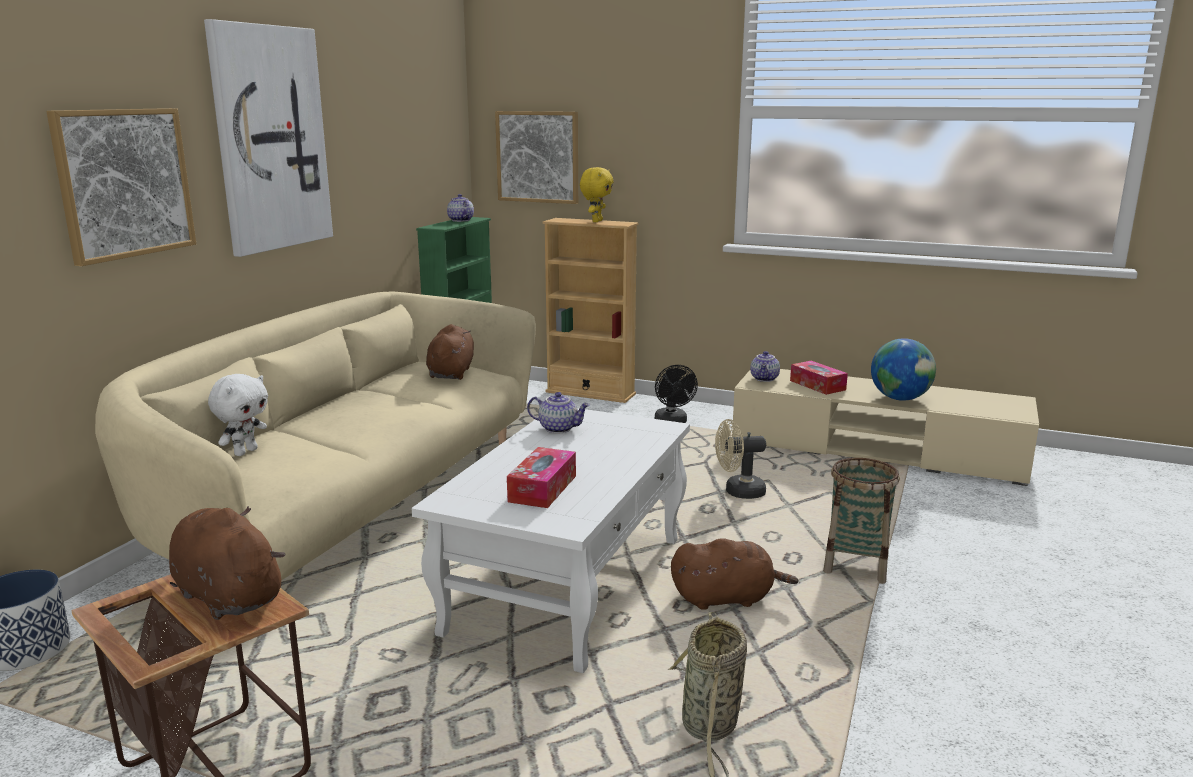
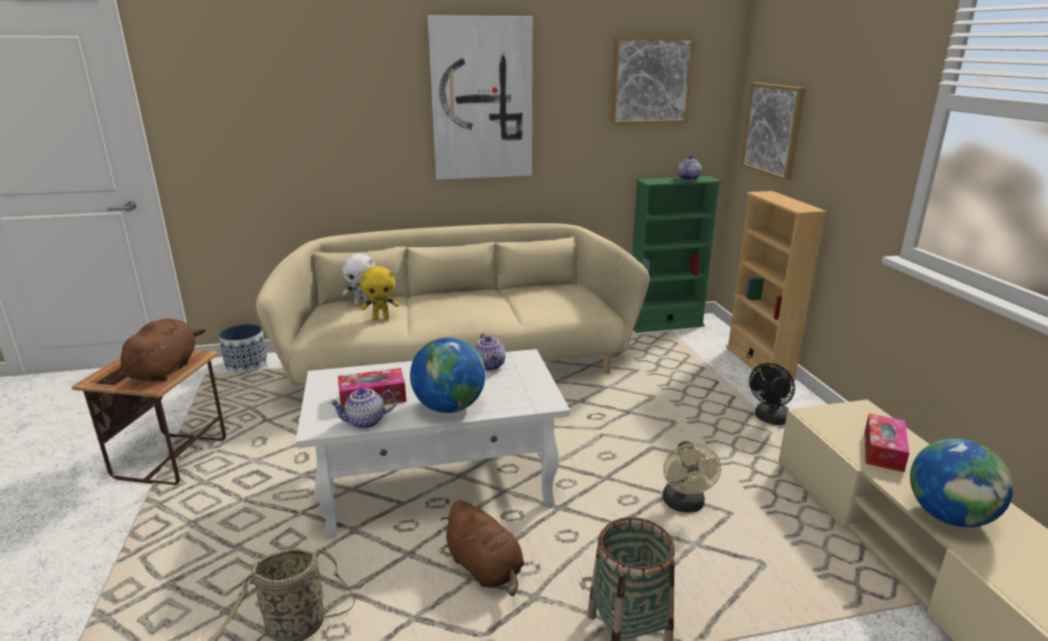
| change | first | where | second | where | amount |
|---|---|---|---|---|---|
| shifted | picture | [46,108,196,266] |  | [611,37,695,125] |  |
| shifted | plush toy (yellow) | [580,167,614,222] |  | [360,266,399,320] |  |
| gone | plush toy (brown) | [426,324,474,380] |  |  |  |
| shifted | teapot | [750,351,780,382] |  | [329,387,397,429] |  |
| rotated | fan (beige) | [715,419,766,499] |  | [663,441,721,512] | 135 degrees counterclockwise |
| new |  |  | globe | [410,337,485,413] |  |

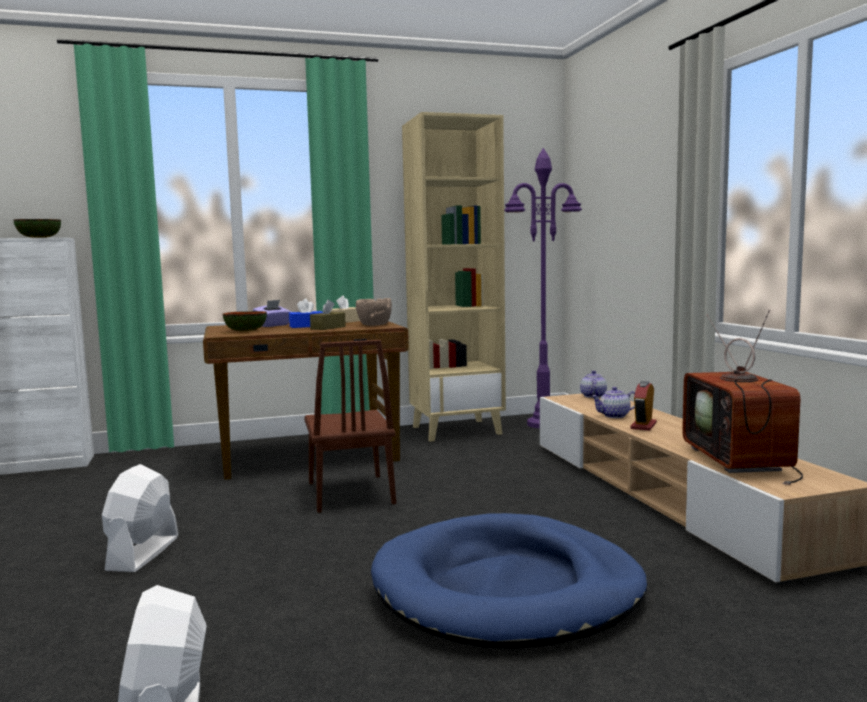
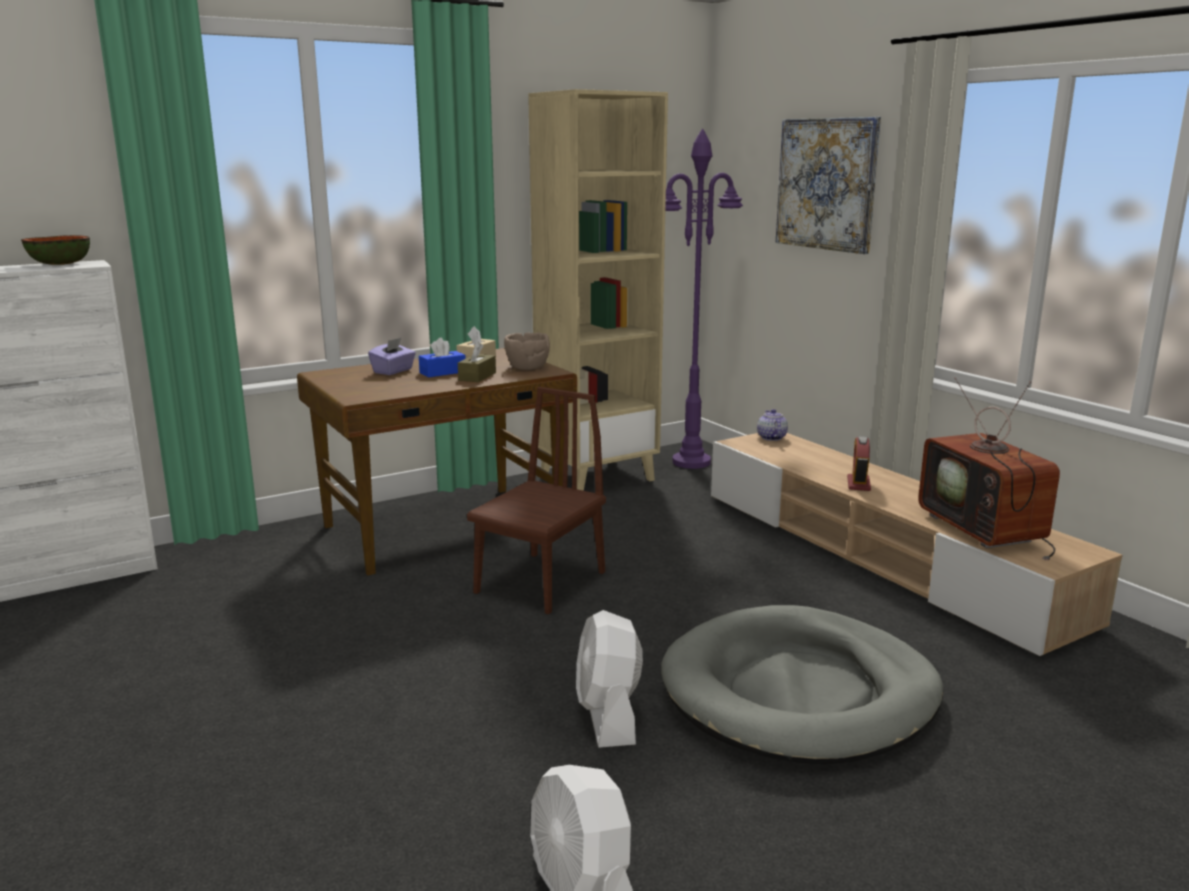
| change | first | where | second | where | amount |
|---|---|---|---|---|---|
| gone | bowl | [223,311,267,332] |  |  |  |
| rotated | chair (brown) | [304,340,396,513] |  | [467,387,606,615] | 120 degrees counterclockwise |
| gone | teapot | [591,387,635,418] |  |  |  |
| shifted | fan (white) | [102,464,178,572] |  | [576,610,643,748] |  |
| repainted | dog bed (blue) | [371,513,647,649] | dog bed (grey) | [661,605,943,765] |  |
| new |  |  | picture | [776,117,881,254] |  |

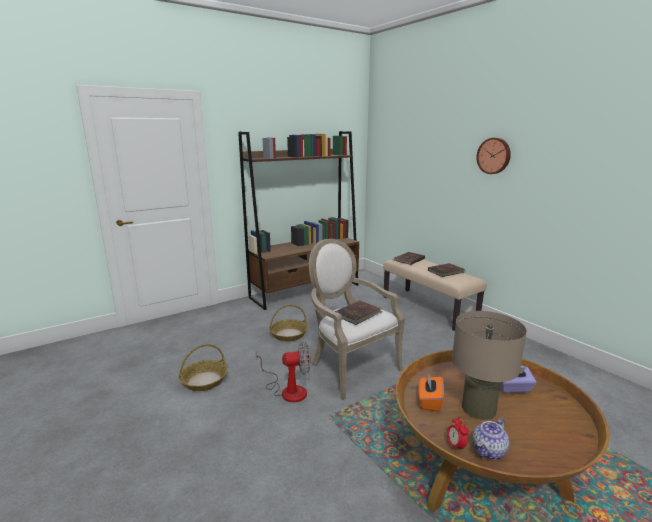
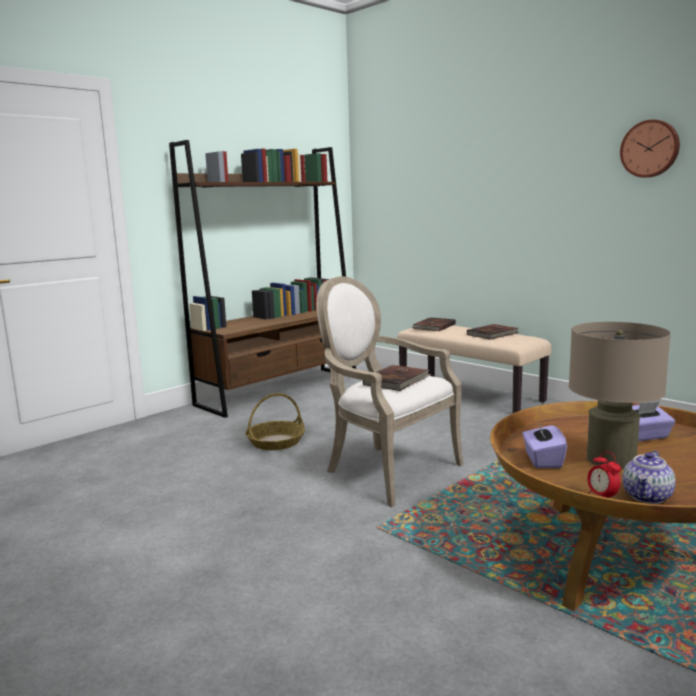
| change | first | where | second | where | amount |
|---|---|---|---|---|---|
| shifted | wall clock | [476,138,511,174] |  | [620,119,680,178] |  |
| gone | fan | [256,342,310,402] |  |  |  |
| gone | basket | [179,344,227,391] |  |  |  |
| repainted | tissue box (orange) | [419,375,444,412] | tissue box (purple) | [522,422,567,468] |  |

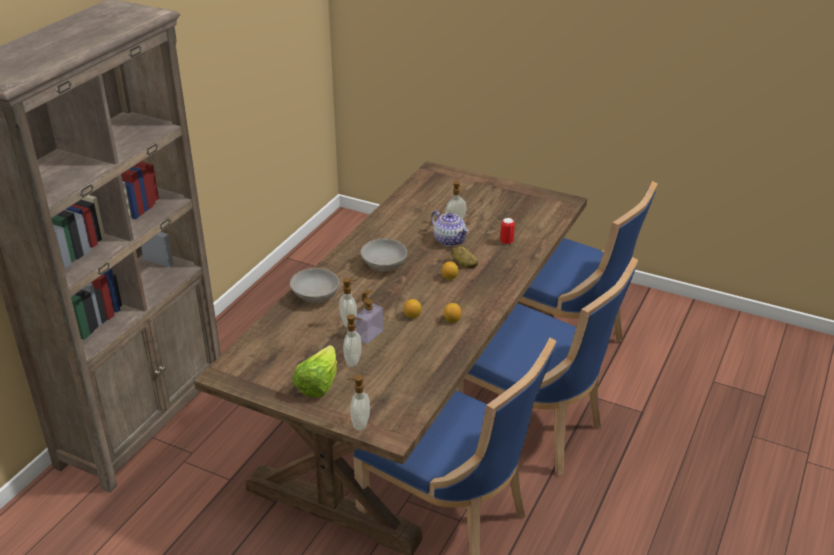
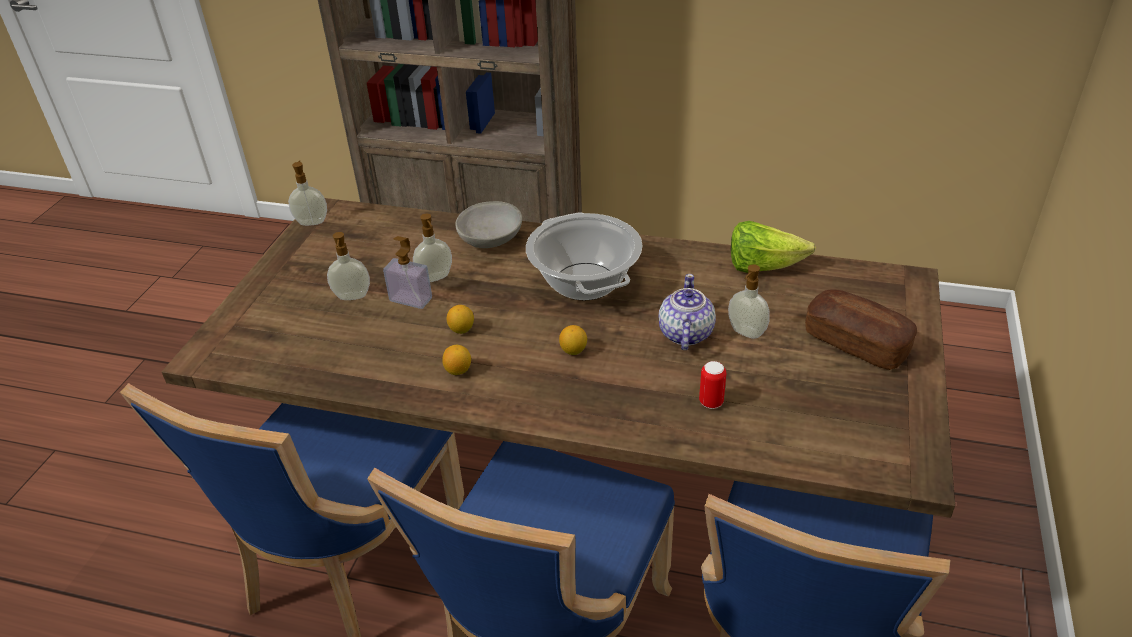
| change | first | where | second | where | amount |
|---|---|---|---|---|---|
| rotated | teapot | [431,211,469,246] |  | [659,274,716,350] | 150 degrees clockwise |
| swapped | bowl (grey) | [360,239,407,271] | cooking pot | [526,212,643,300] |  |
| gone | potato | [451,246,478,268] |  |  |  |
| shifted | lettuce | [292,345,337,397] |  | [731,221,816,273] |  |
| shifted | soap dispenser | [347,375,370,430] |  | [288,161,327,226] |  |
| new |  |  | bread | [805,289,917,370] |  |

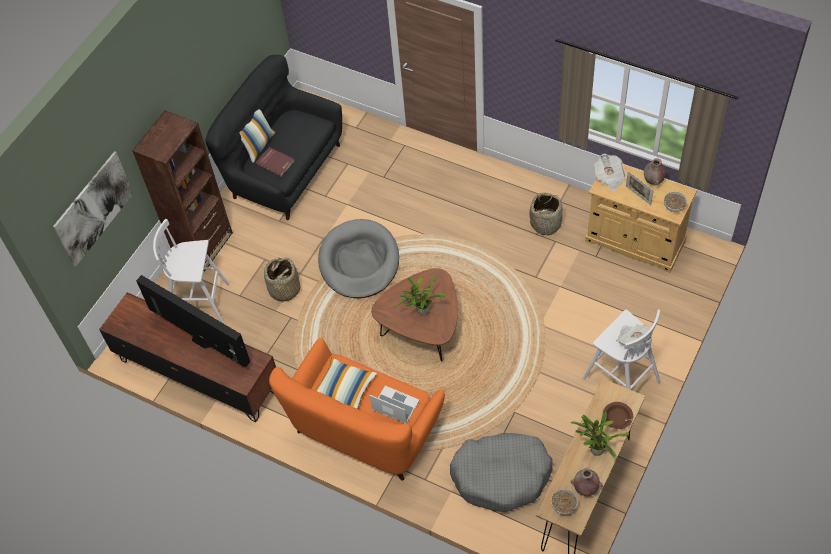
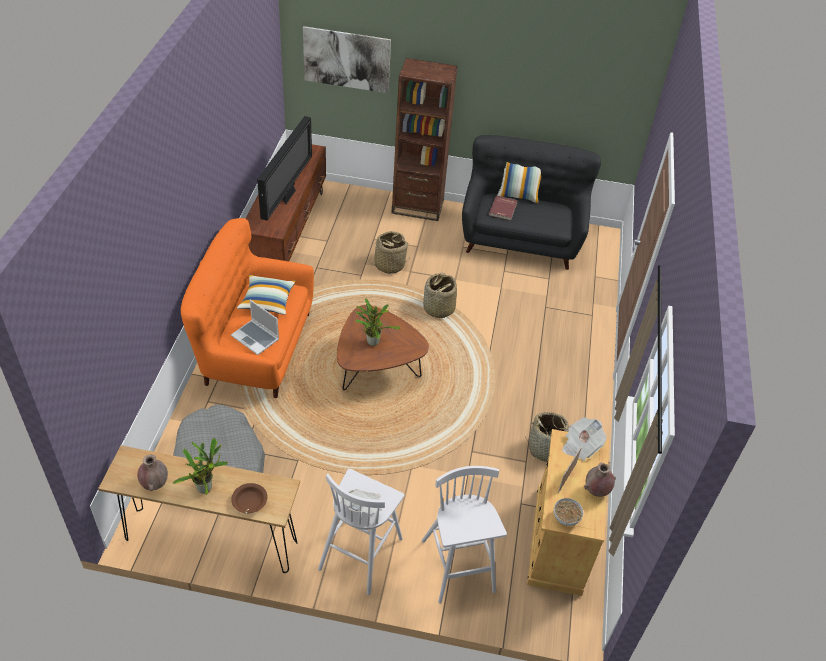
| change | first | where | second | where | amount |
|---|---|---|---|---|---|
| shifted | stool (white) | [153,219,230,322] |  | [422,466,507,604] |  |
| swapped | dog bed (grey) | [318,219,399,299] | basket | [423,272,457,318] |  |
| rotated | laptop | [369,386,420,424] |  | [231,300,279,355] | 120 degrees clockwise |
| gone | bowl | [551,489,578,515] |  |  |  |

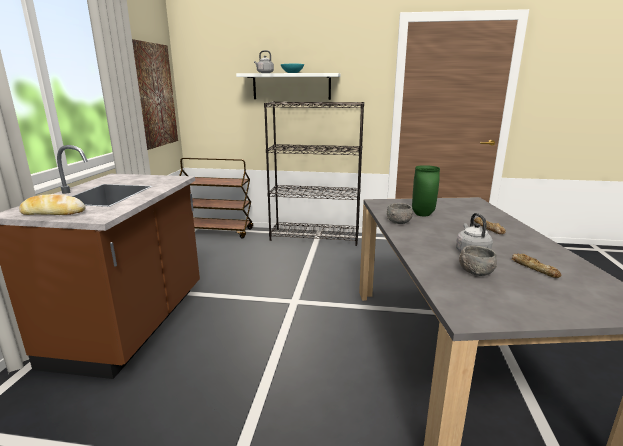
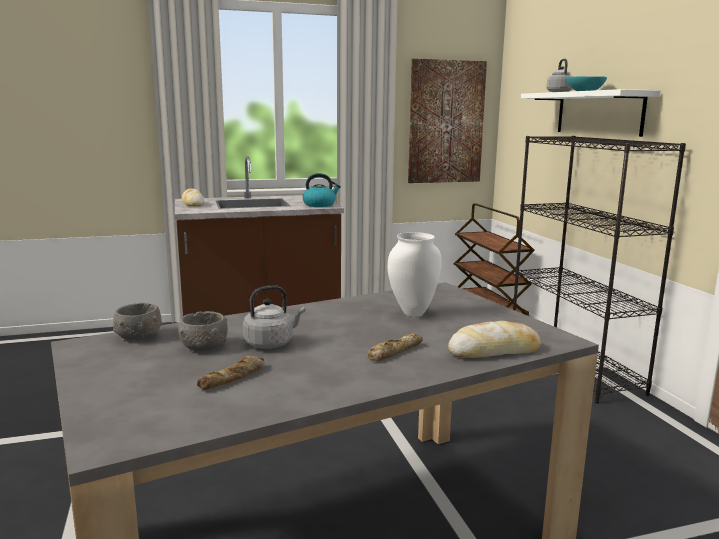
| change | first | where | second | where | amount |
|---|---|---|---|---|---|
| repainted | vase (green) | [412,165,440,216] | vase (white) | [388,232,442,317] |  |
| shifted | bowl (grey) | [387,203,413,224] |  | [113,303,162,341] |  |
| new |  |  | kettle | [303,173,341,207] |  |
| new |  |  | bread | [448,321,541,358] |  |

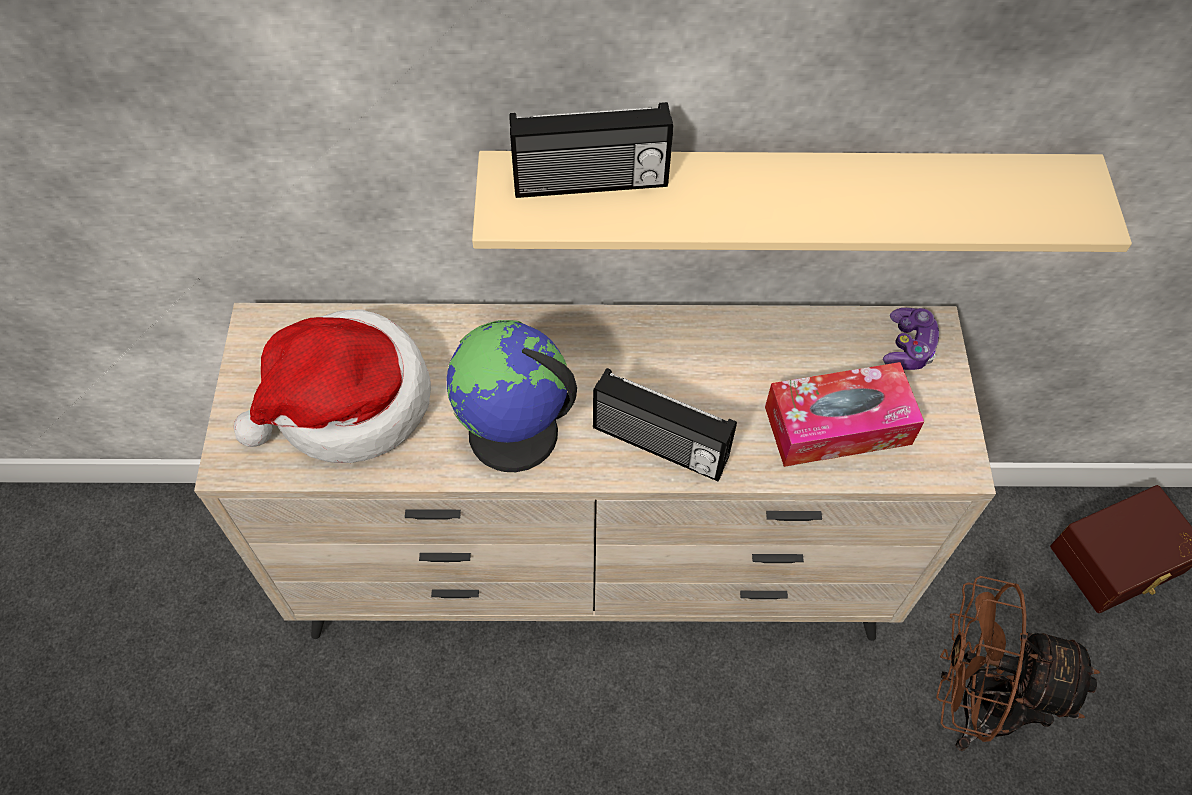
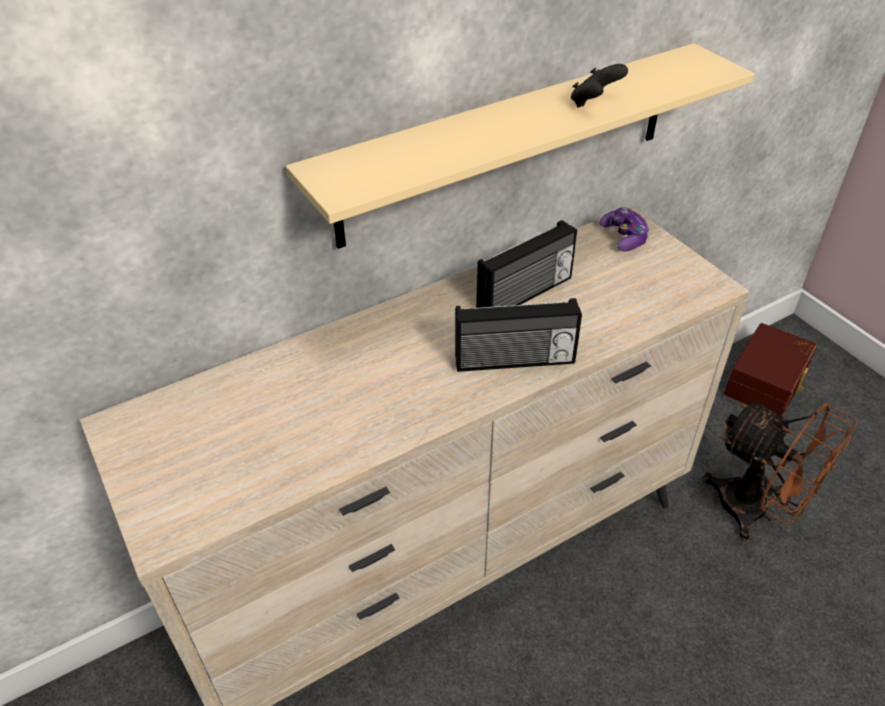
| change | first | where | second | where | amount |
|---|---|---|---|---|---|
| shifted | radio | [509,102,673,198] |  | [476,220,577,308] |  |
| gone | hat | [234,309,431,463] |  |  |  |
| gone | globe | [447,320,577,472] |  |  |  |
| gone | tissue box | [765,362,924,467] |  |  |  |
| rotated | fan (brown) | [936,576,1100,751] |  | [702,402,857,541] | 120 degrees counterclockwise |
| new |  |  | game controller (black) | [571,64,628,108] |  |

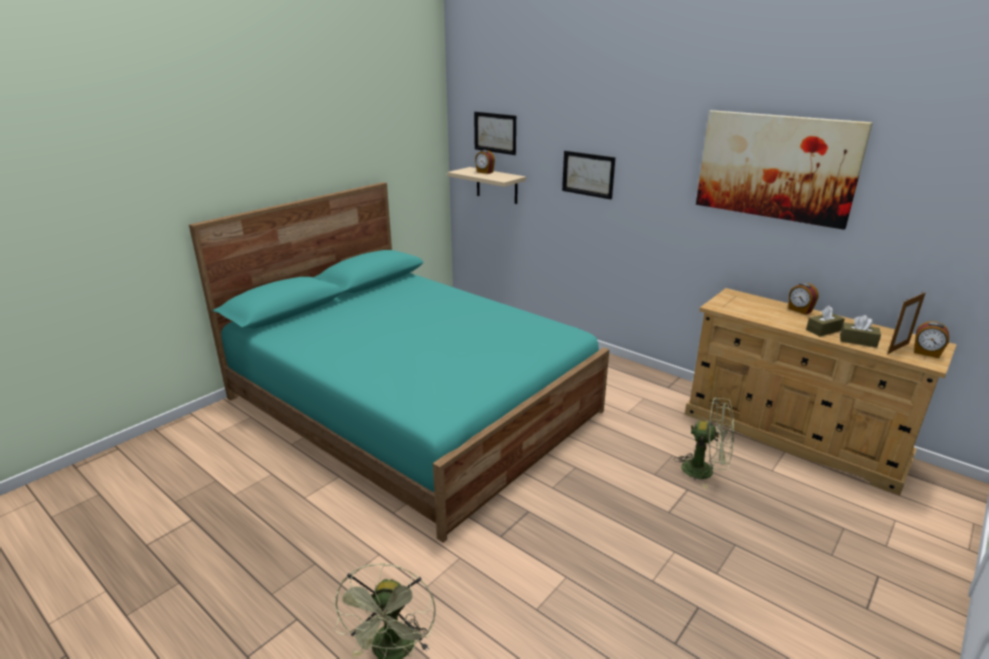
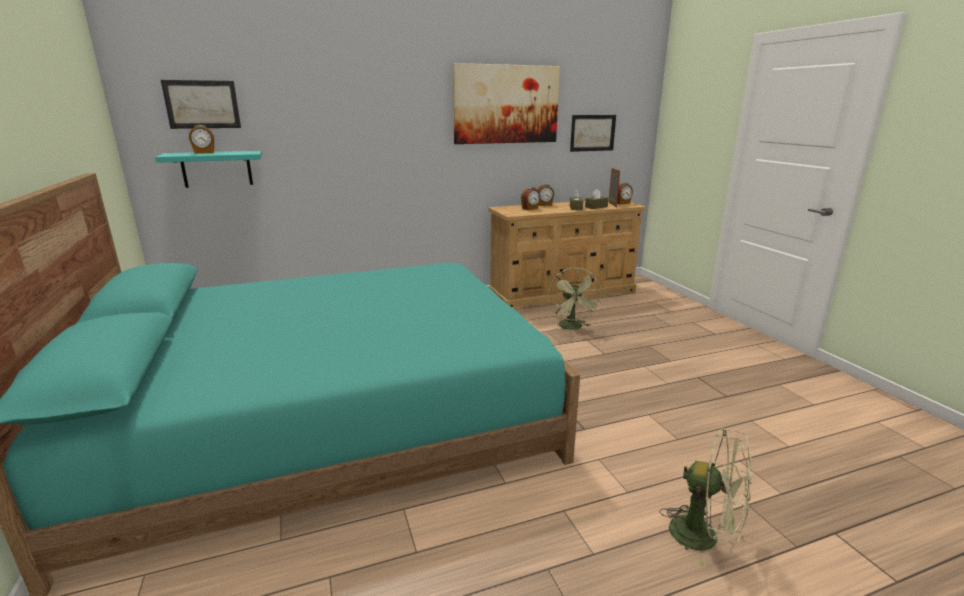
| change | first | where | second | where | amount |
|---|---|---|---|---|---|
| shifted | picture | [562,151,615,199] |  | [570,115,616,152] |  |
| repainted | shelf (beige) | [447,167,526,204] | shelf (turquoise) | [155,151,262,188] |  |
| rotated | fan (green) | [674,398,734,489] |  | [548,268,602,330] | 120 degrees clockwise |
| new |  |  | alarm clock | [521,187,540,210] |  |

